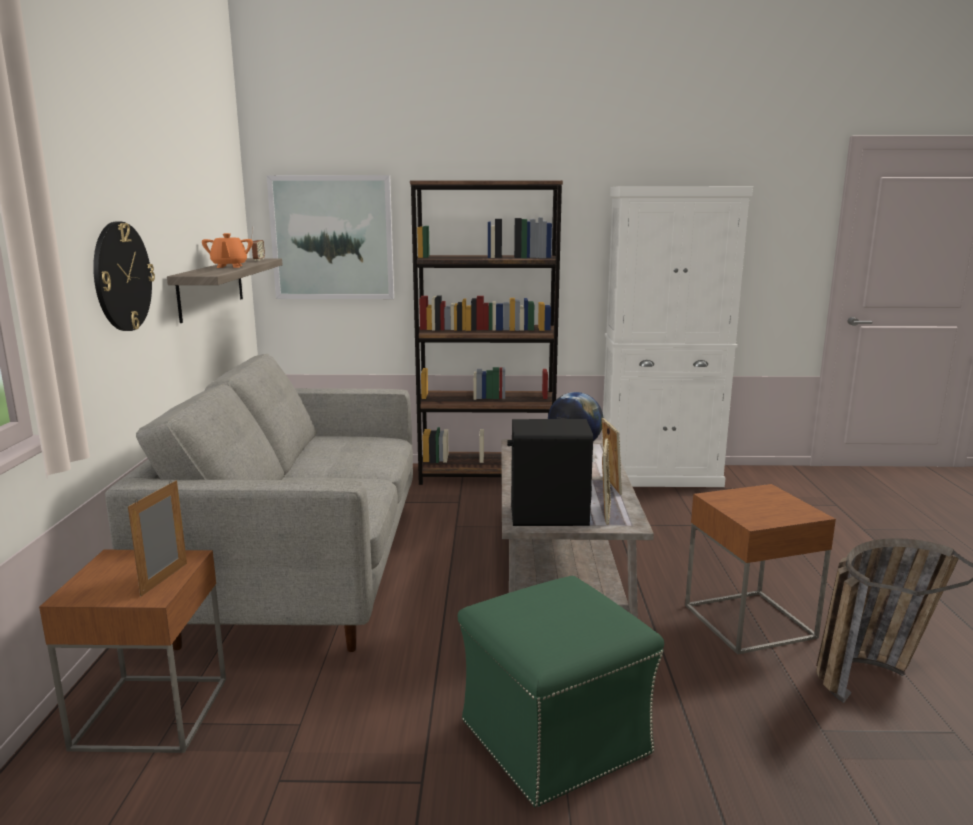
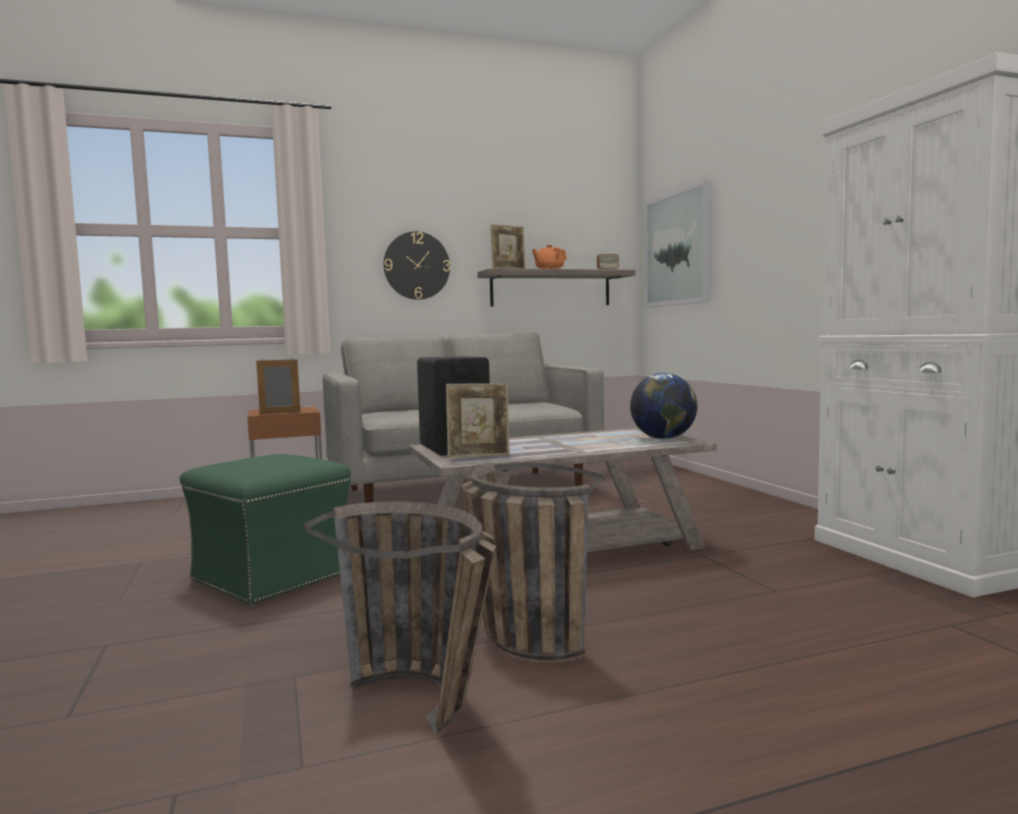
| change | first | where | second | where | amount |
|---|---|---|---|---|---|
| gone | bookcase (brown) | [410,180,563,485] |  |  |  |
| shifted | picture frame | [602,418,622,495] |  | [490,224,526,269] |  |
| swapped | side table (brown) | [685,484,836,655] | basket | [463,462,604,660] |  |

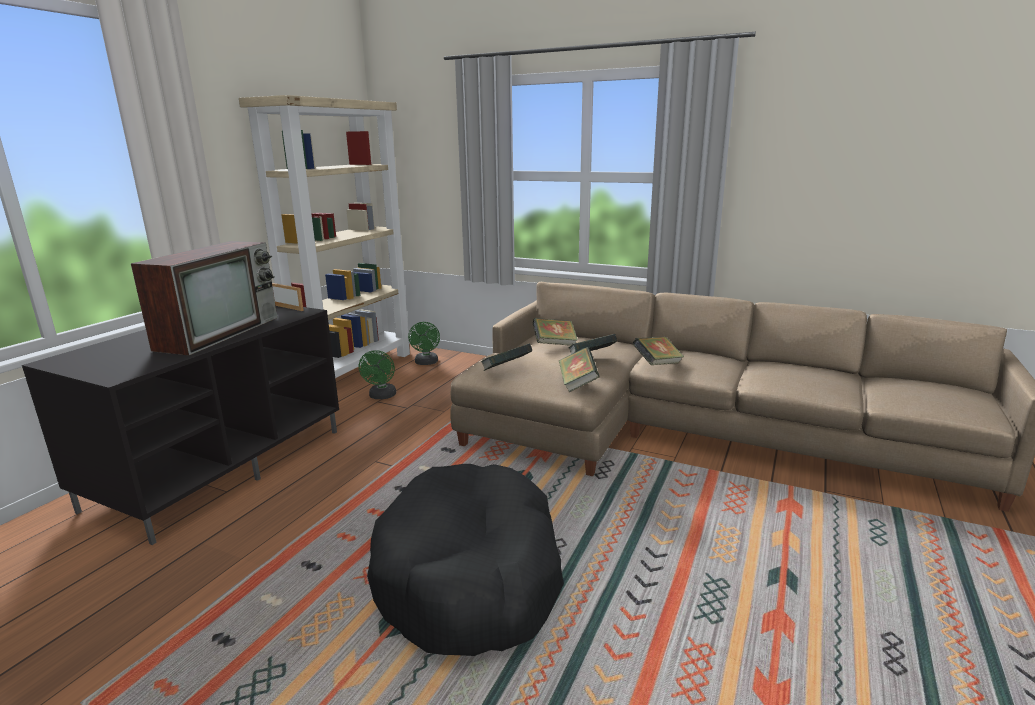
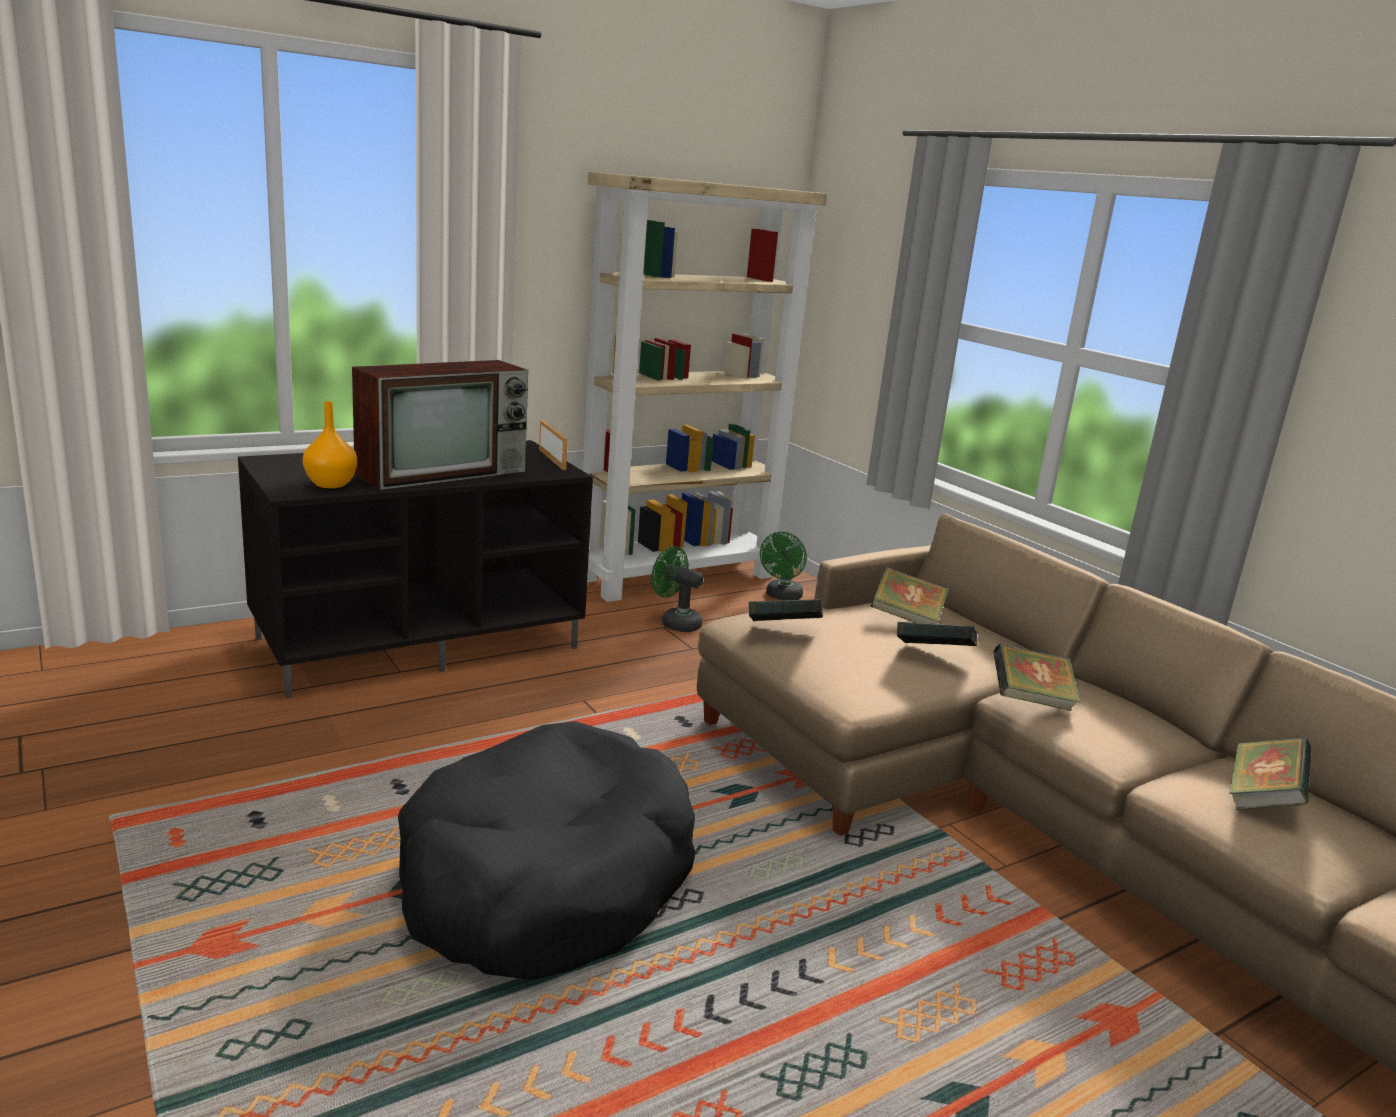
| change | first | where | second | where | amount |
|---|---|---|---|---|---|
| shifted | book | [559,347,600,392] |  | [1229,737,1311,810] |  |
| rotated | fan (green) | [359,350,396,399] |  | [651,546,703,632] | 90 degrees clockwise |
| new |  |  | vase (orange) | [303,401,357,488] |  |

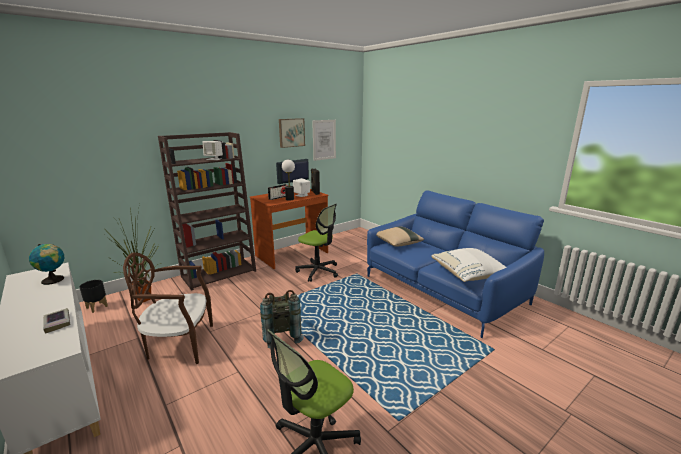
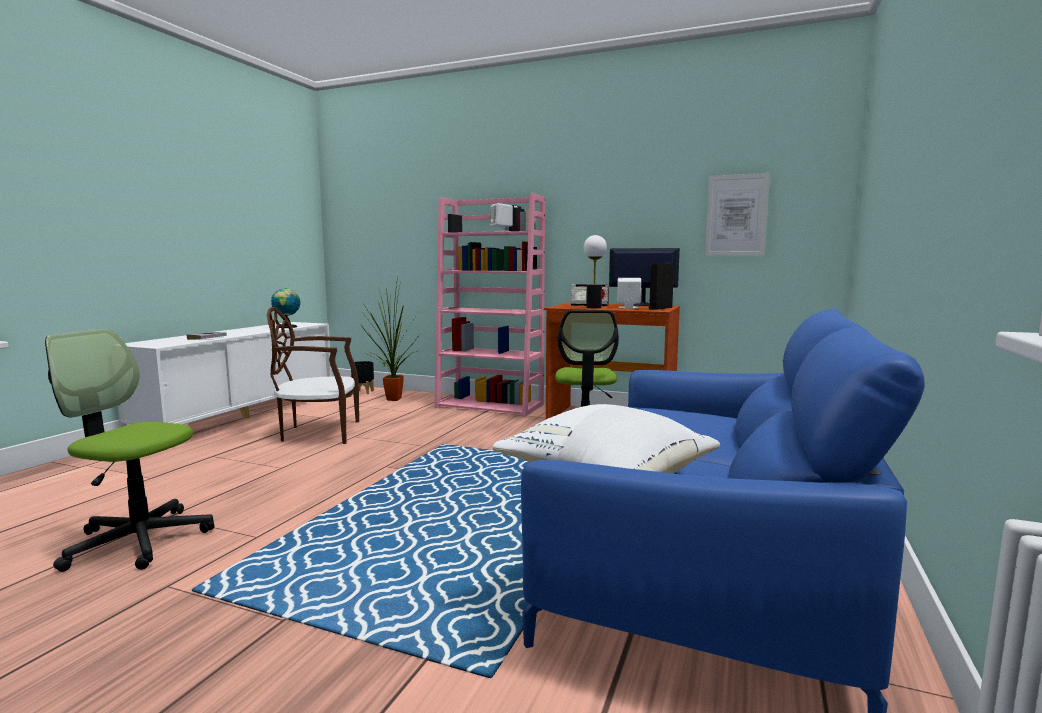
| change | first | where | second | where | amount |
|---|---|---|---|---|---|
| gone | picture | [279,118,305,148] |  |  |  |
| repainted | bookcase (brown) | [158,132,256,291] | bookcase (pink) | [434,193,545,417] |  |
| gone | pillow (beige) | [376,227,424,247] |  |  |  |
| rotated | chair (brown) | [123,252,213,364] |  | [267,307,359,444] | 60 degrees counterclockwise |
| gone | backpack (grey) | [260,290,304,348] |  |  |  |

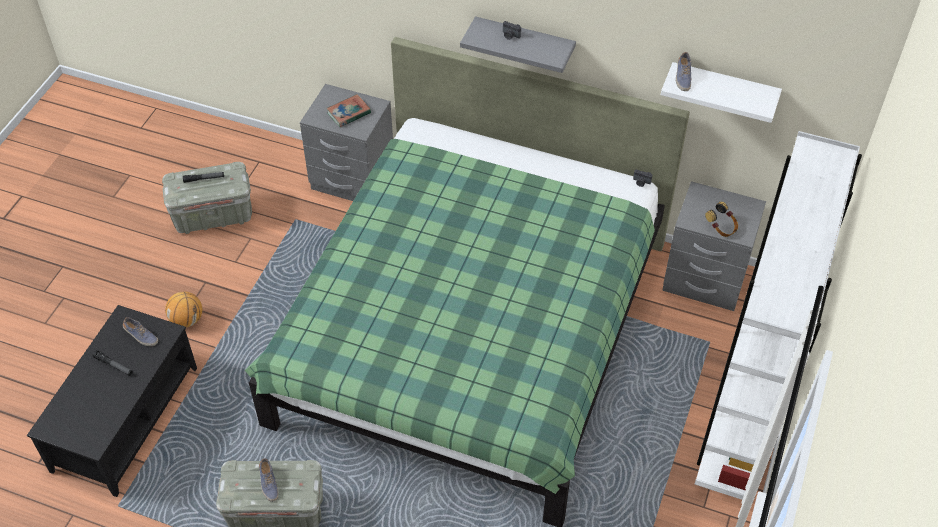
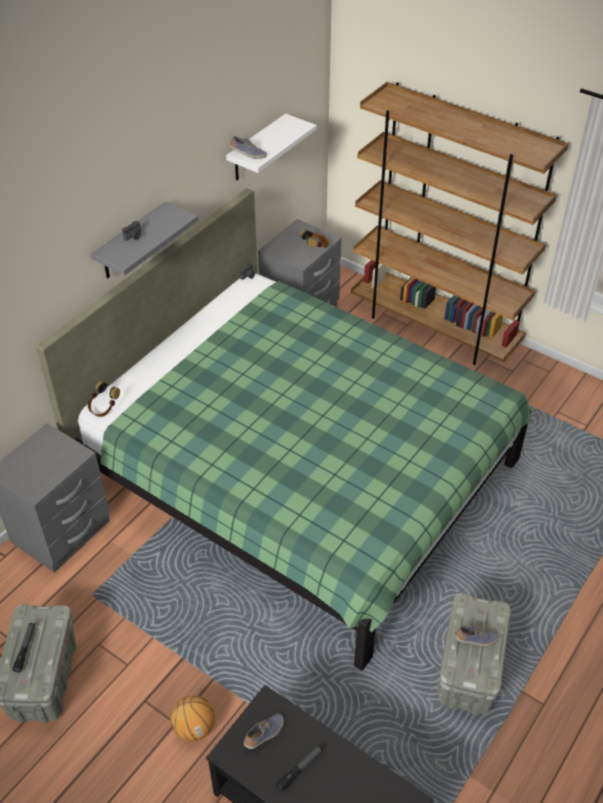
| change | first | where | second | where | amount |
|---|---|---|---|---|---|
| gone | book | [326,94,371,127] |  |  |  |
| repainted | bookcase (white) | [695,131,862,500] | bookcase (brown) | [351,82,569,365] |  |
| new |  |  | headphones | [88,381,120,417] |  |

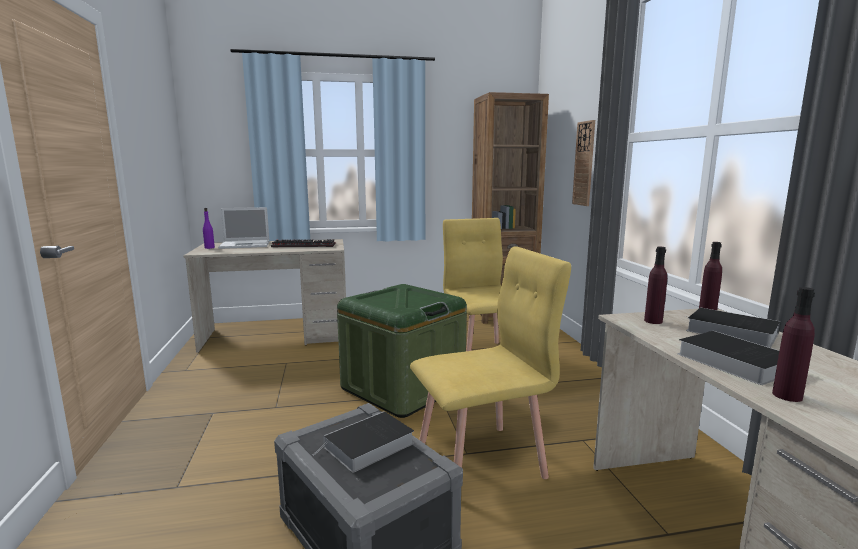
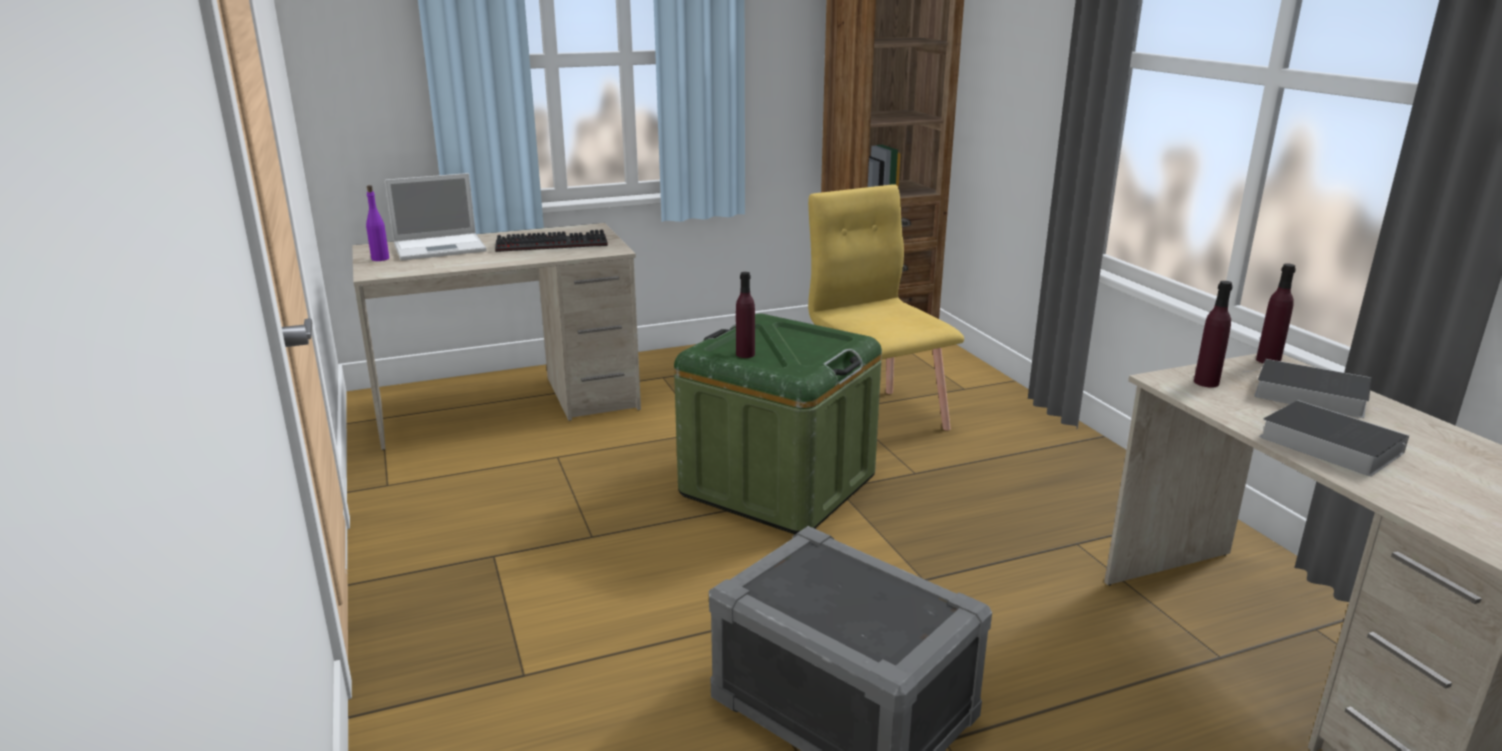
| change | first | where | second | where | amount |
|---|---|---|---|---|---|
| gone | wall clock | [572,120,595,206] |  |  |  |
| gone | chair (yellow) | [410,246,571,479] |  |  |  |
| shifted | bottle (purple) | [772,287,815,402] |  | [736,272,755,358] |  |
| gone | book | [313,411,414,473] |  |  |  |

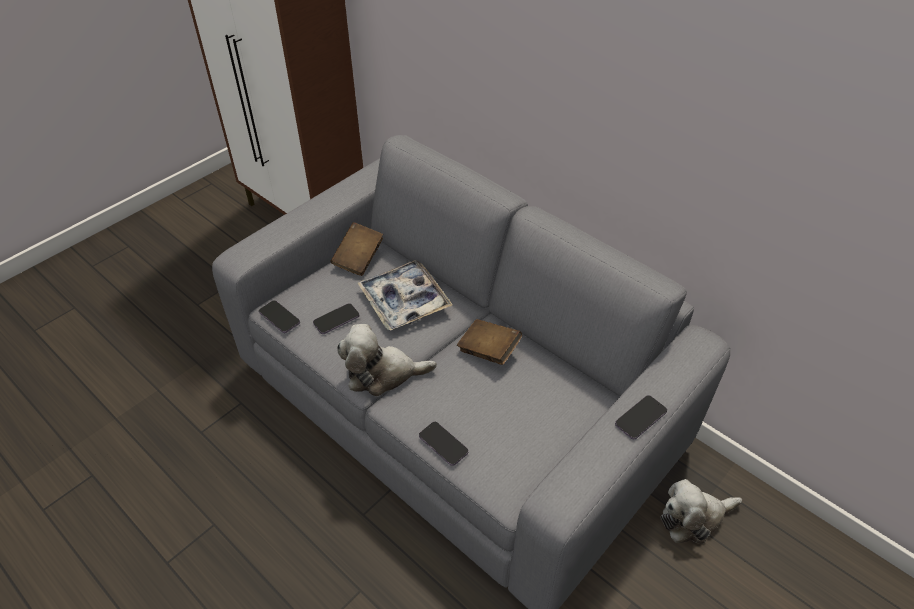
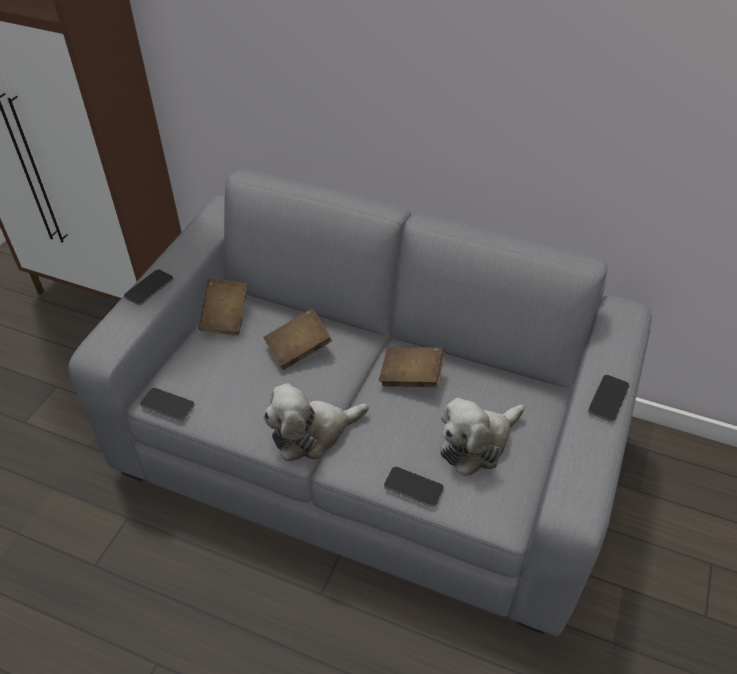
| change | first | where | second | where | amount |
|---|---|---|---|---|---|
| swapped | tray | [358,260,453,331] | book (brown) | [263,308,332,370] |  |
| shifted | phone | [313,303,360,334] |  | [124,269,173,305] |  |
| shifted | plush toy | [660,479,742,544] |  | [440,397,525,476] |  |

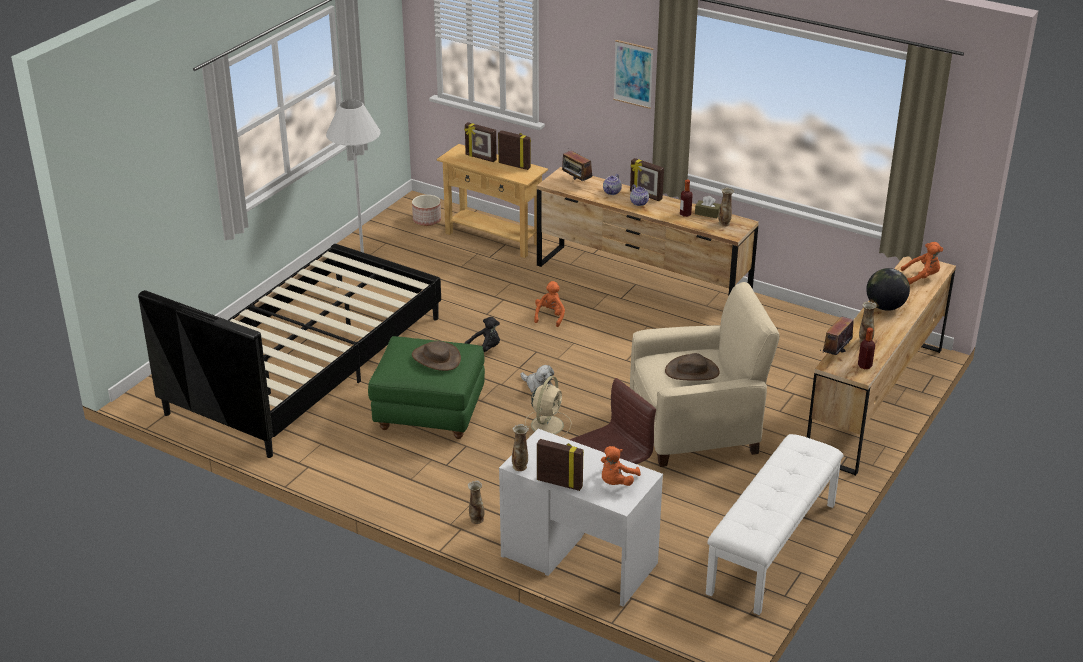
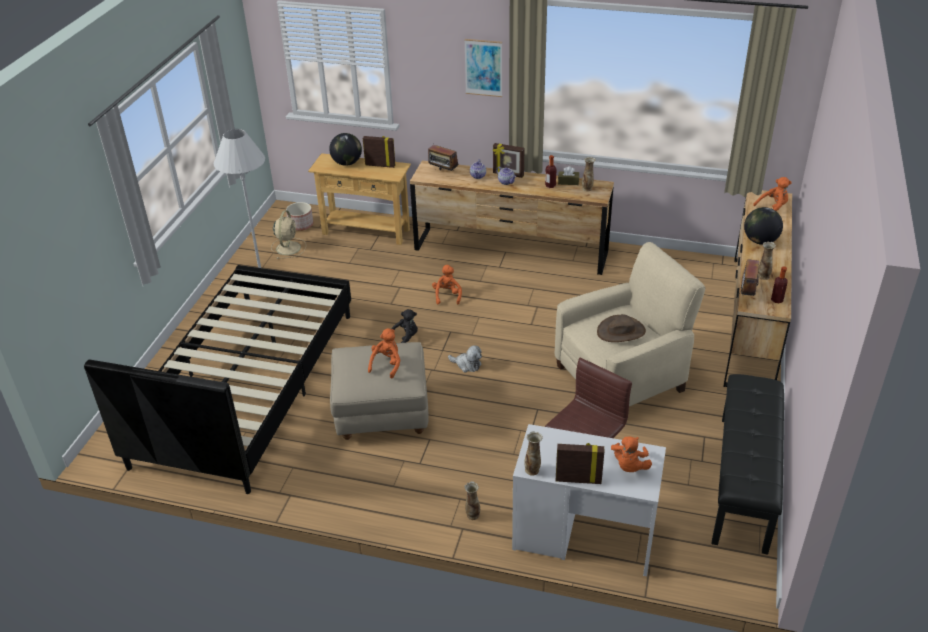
| change | first | where | second | where | amount |
|---|---|---|---|---|---|
| swapped | picture frame | [464,122,497,162] | globe | [329,133,362,166] |  |
| repainted | ottoman (green) | [368,336,485,439] | ottoman (beige) | [330,342,429,440] |  |
| swapped | hat (brown) | [412,341,461,371] | plush toy (orange) | [368,328,401,378] |  |
| shifted | fan (beige) | [525,376,572,437] |  | [271,210,306,259] |  |
| repainted | bench (white) | [706,434,844,615] | bench (black) | [712,374,784,555] |  |

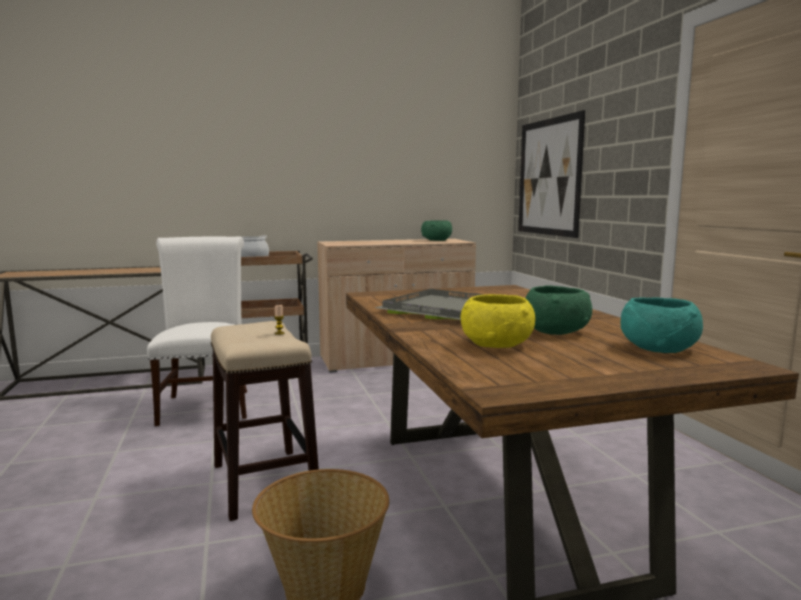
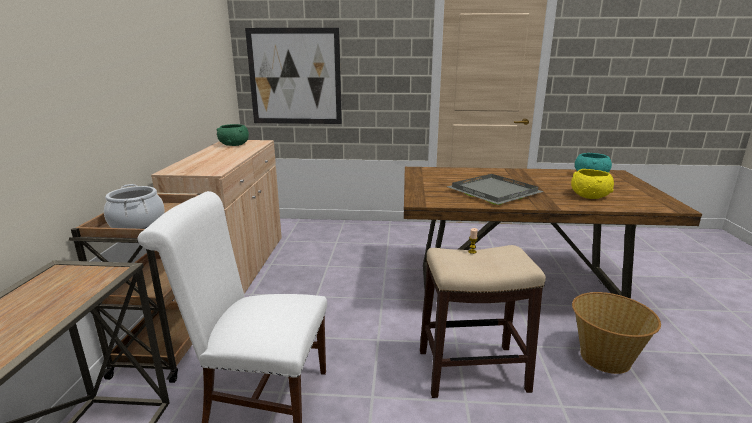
| change | first | where | second | where | amount |
|---|---|---|---|---|---|
| gone | bowl (green) | [525,285,592,335] |  |  |  |

